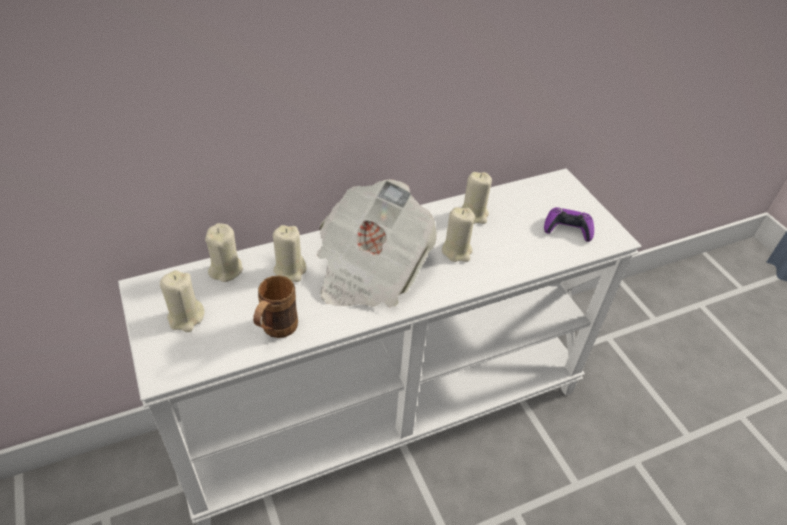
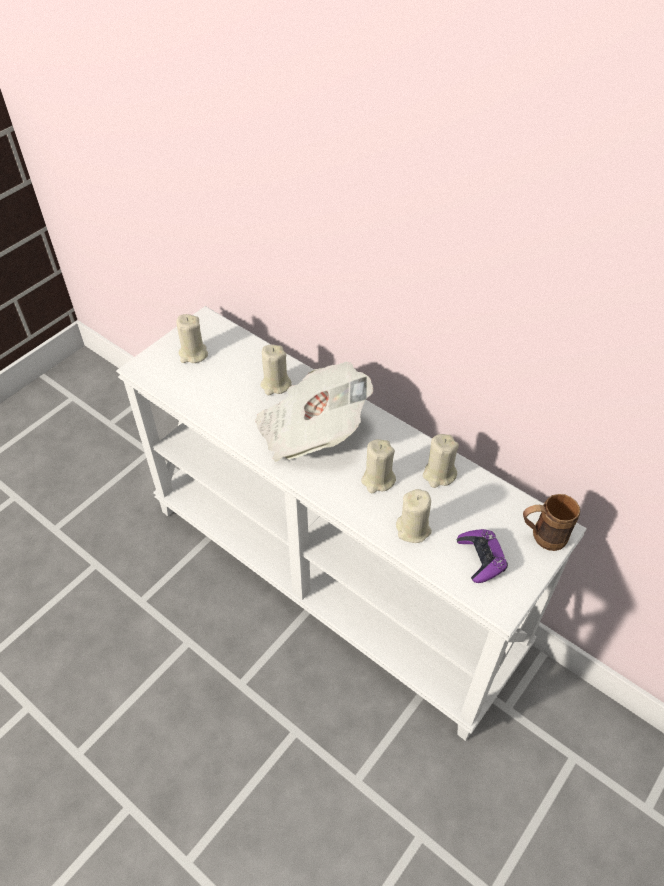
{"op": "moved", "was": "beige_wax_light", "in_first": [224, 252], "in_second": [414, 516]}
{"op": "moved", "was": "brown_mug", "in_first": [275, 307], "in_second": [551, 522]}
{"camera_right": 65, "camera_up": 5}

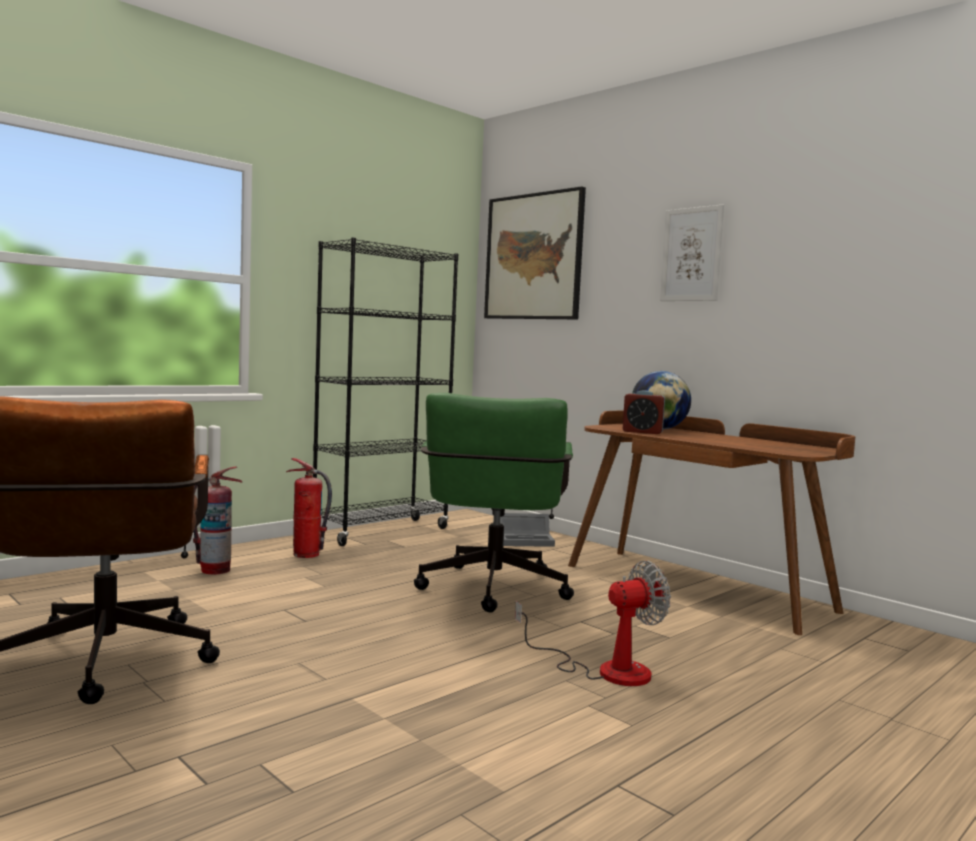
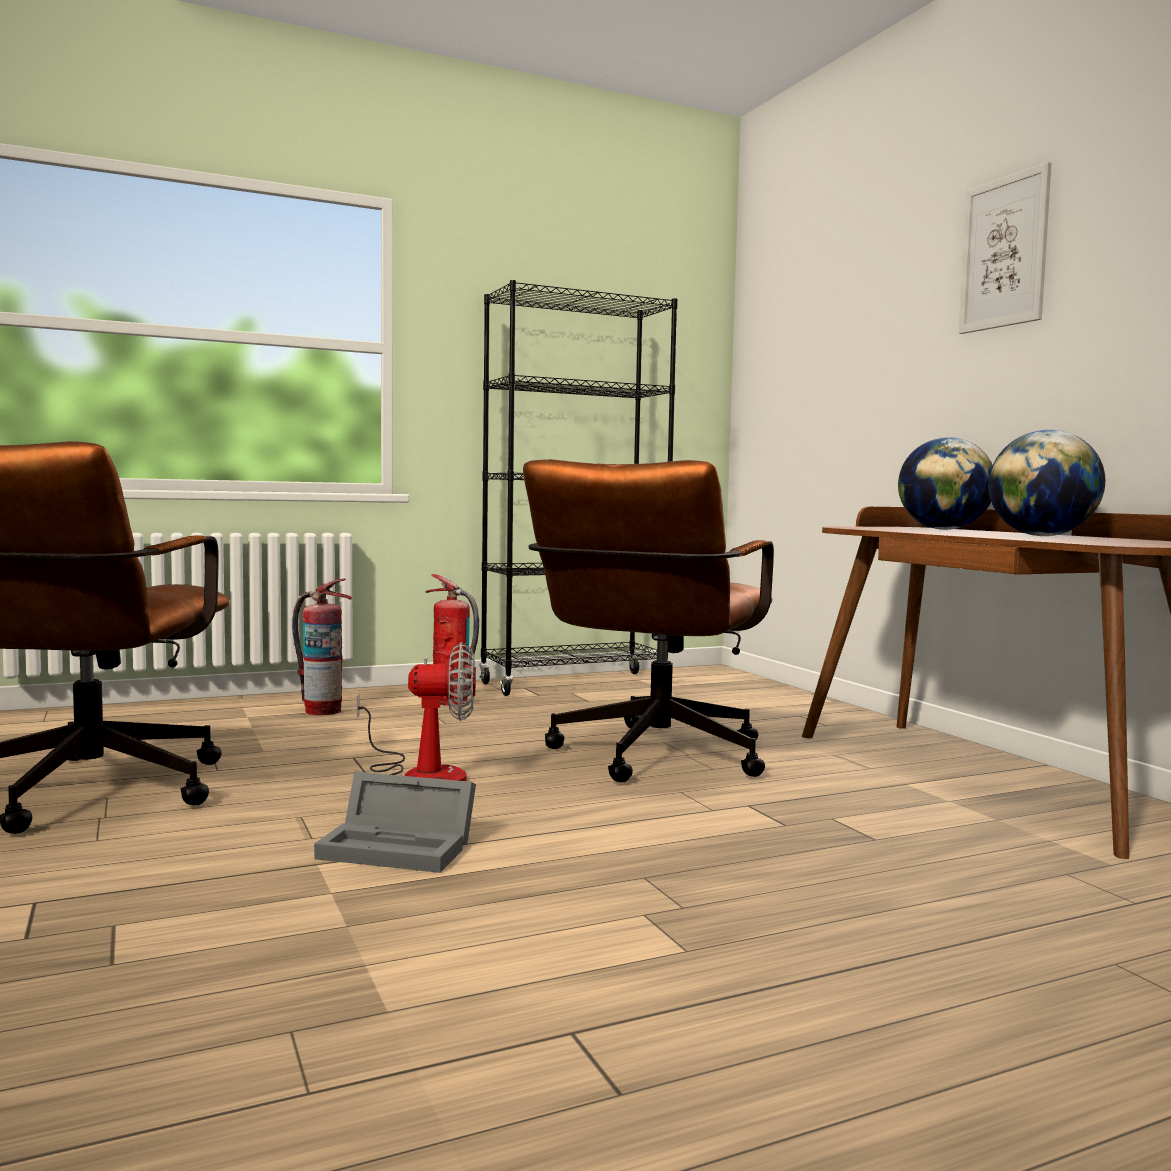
{"op": "recoloured", "was": "greenish_computer_chair", "now": "brown_computer_chair", "in_first": [494, 503], "in_second": [648, 620]}
{"op": "removed", "was": "picture", "in_first": [535, 252]}
{"op": "moved", "was": "gray_storage_bin", "in_first": [527, 530], "in_second": [395, 822]}
{"op": "moved", "was": "electric_fan", "in_first": [593, 623], "in_second": [416, 711]}
{"op": "removed", "was": "alarm_clock", "in_first": [644, 412]}
{"op": "added", "now": "desk_globe", "in_second": [1046, 483]}
{"camera_right": 20, "camera_up": 0}

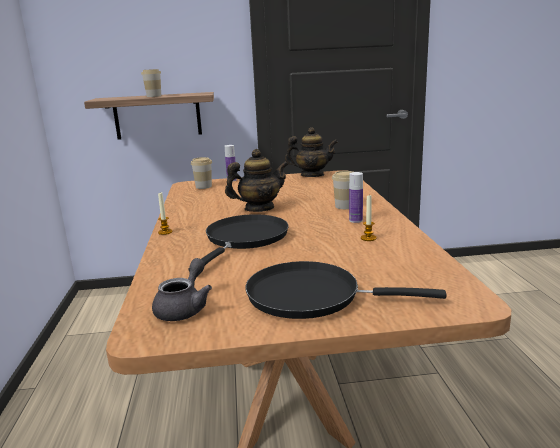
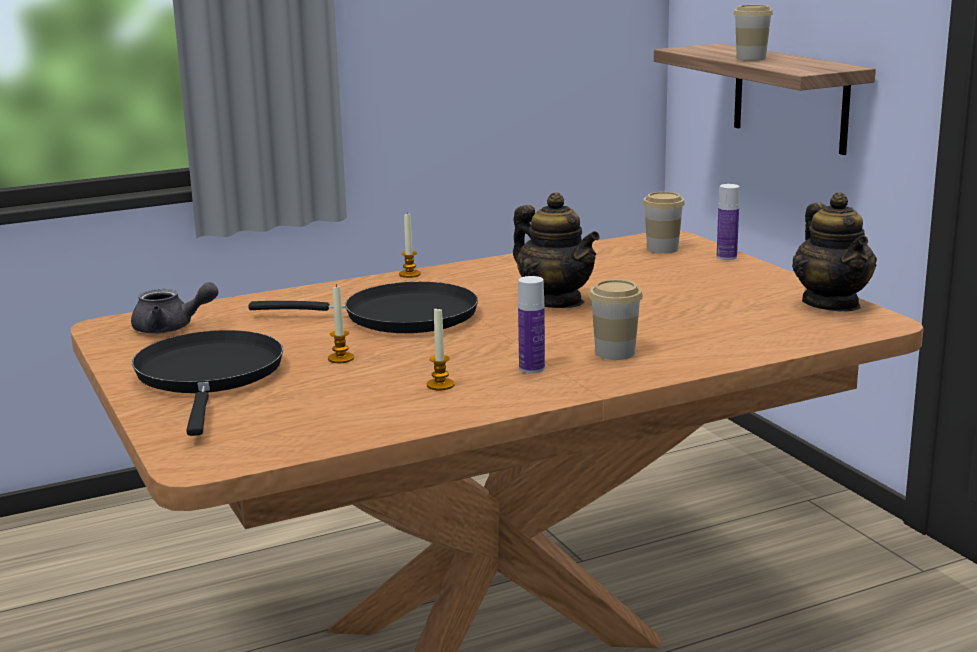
{"op": "added", "now": "wax_light", "in_second": [341, 323]}
{"camera_right": 70, "camera_up": 0}

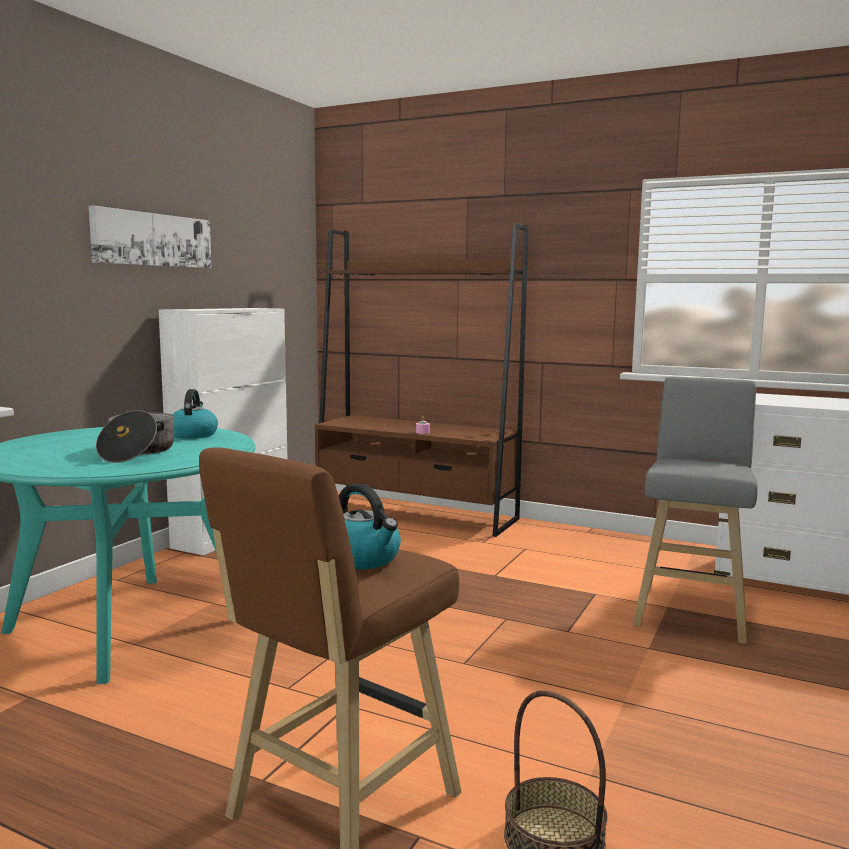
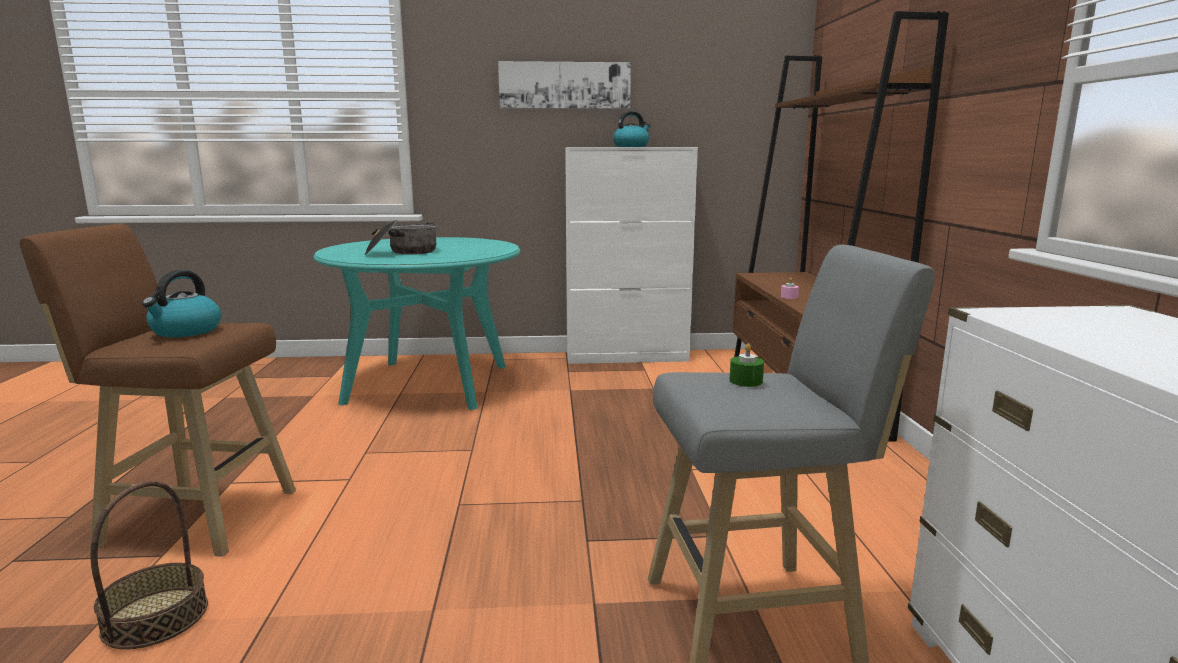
{"op": "moved", "was": "water_kettle", "in_first": [195, 414], "in_second": [631, 129]}
{"op": "added", "now": "greenish_wax_light", "in_second": [747, 365]}
{"camera_right": 60, "camera_up": 5}

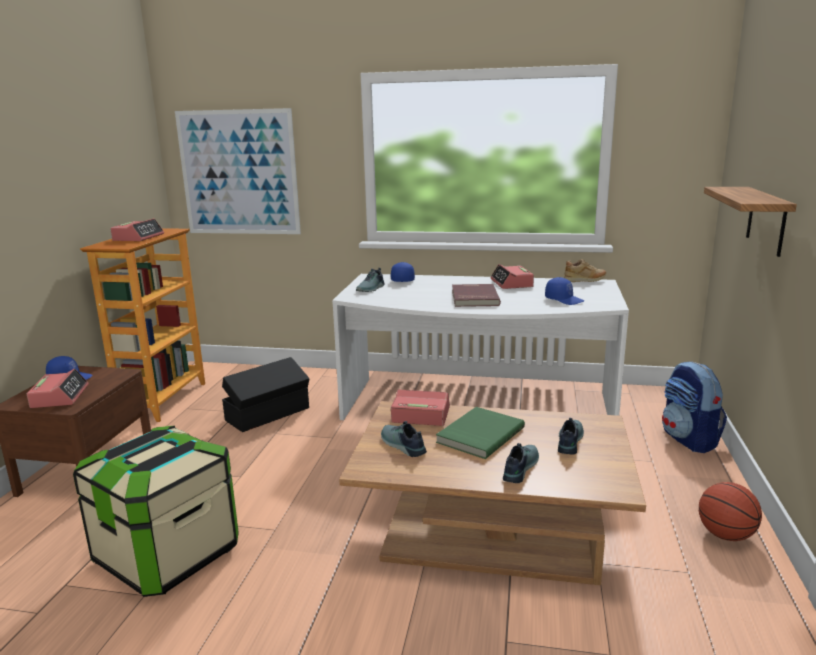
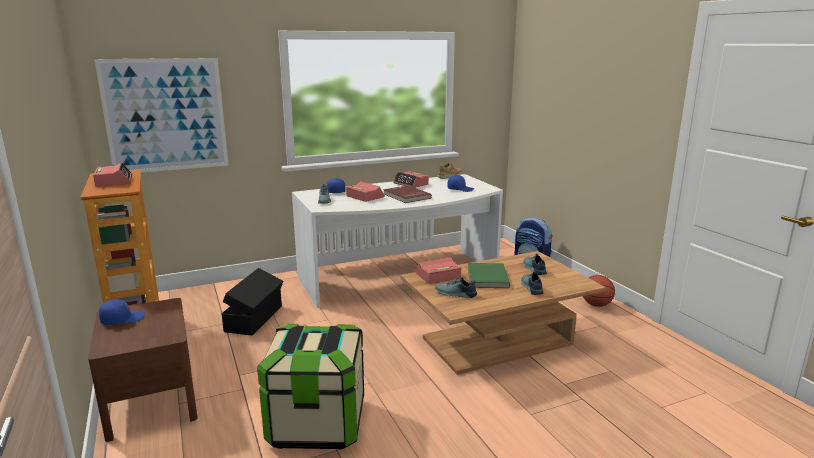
{"op": "moved", "was": "alarm_clock", "in_first": [58, 388], "in_second": [365, 191]}
{"op": "removed", "was": "wall_shelf", "in_first": [750, 222]}
{"camera_right": -35, "camera_up": 0}

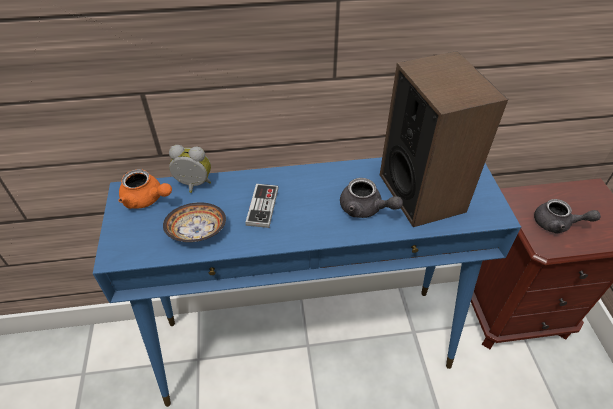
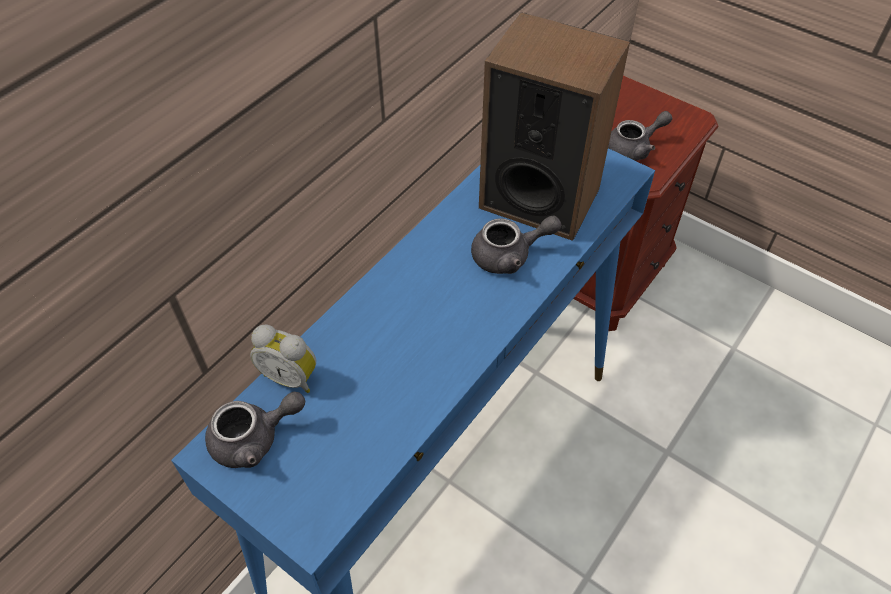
{"op": "recoloured", "was": "orangey_pot_for_tea", "now": "gray_pot_for_tea", "in_first": [145, 189], "in_second": [255, 430]}
{"op": "removed", "was": "serving_bowl", "in_first": [194, 222]}
{"op": "turned", "was": "alarm_clock", "in_first": [190, 169], "in_second": [283, 359], "clockwise": -120}
{"op": "removed", "was": "joypad", "in_first": [262, 206]}
{"camera_right": -45, "camera_up": 5}

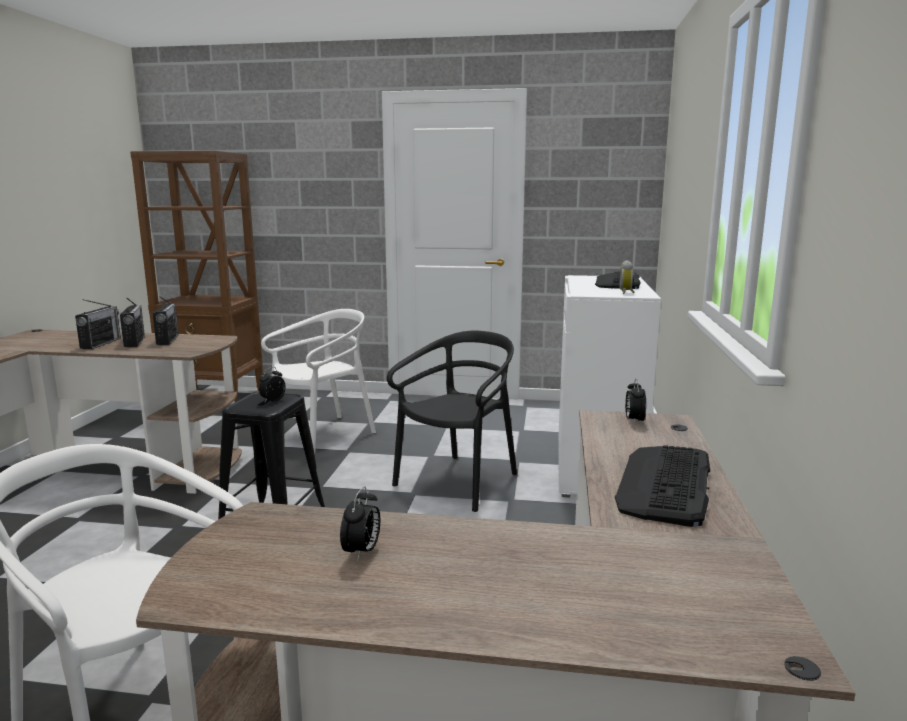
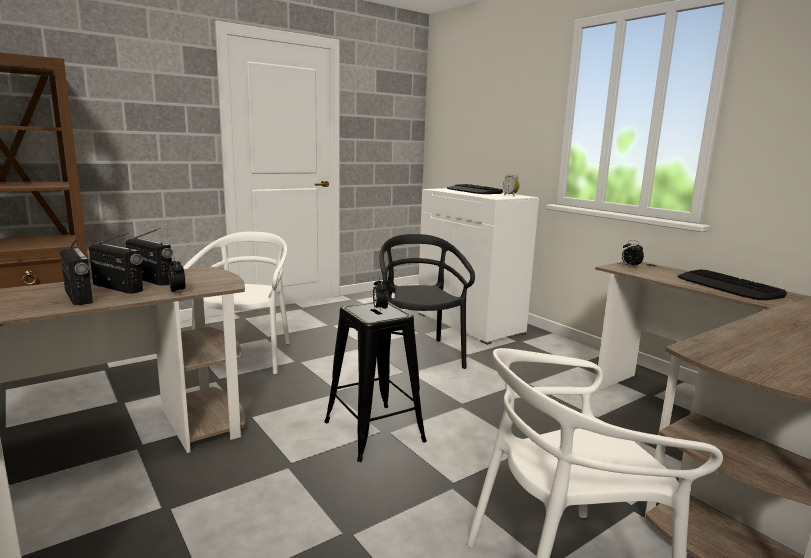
{"op": "moved", "was": "alarm_clock", "in_first": [360, 523], "in_second": [176, 275]}
{"camera_right": -45, "camera_up": 0}

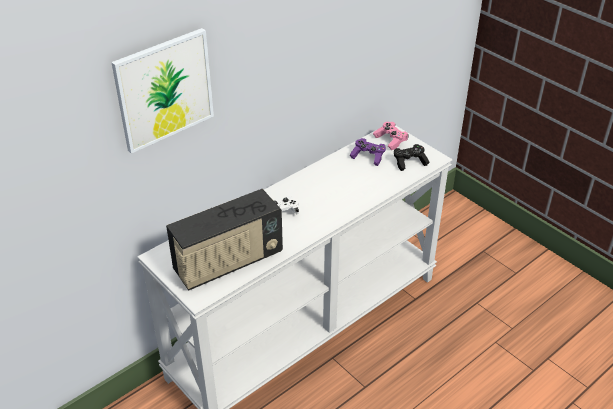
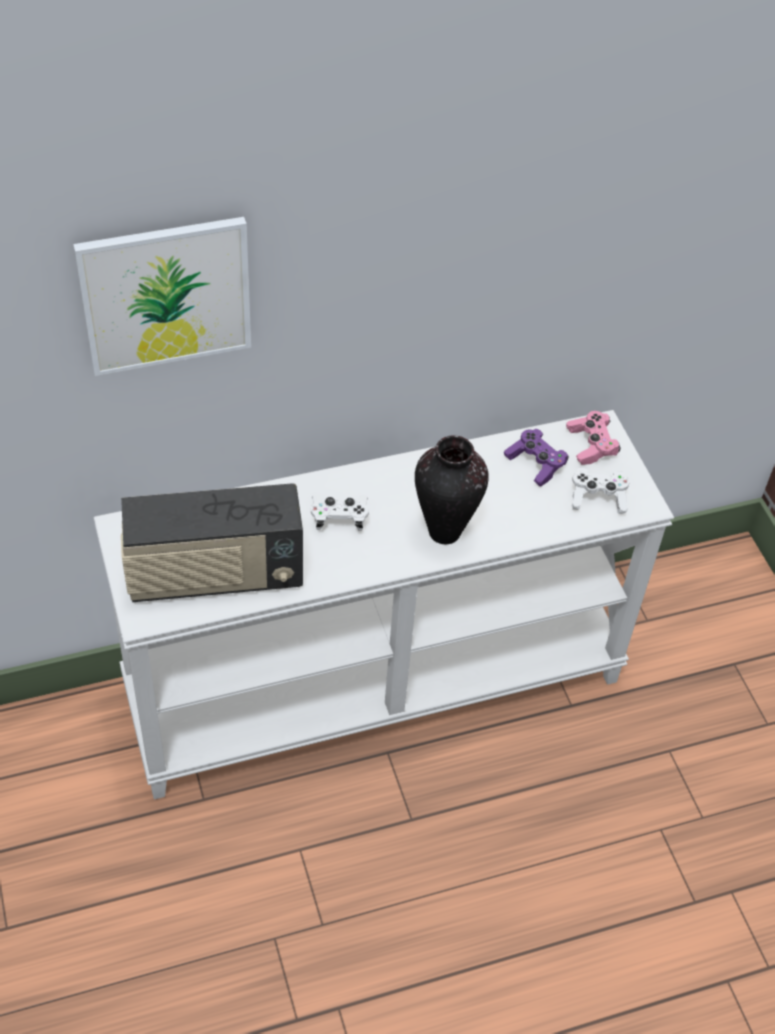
{"op": "recoloured", "was": "black_joypad", "now": "white_joypad", "in_first": [412, 157], "in_second": [600, 491]}
{"op": "added", "now": "vase", "in_second": [452, 489]}
{"camera_right": 20, "camera_up": 10}

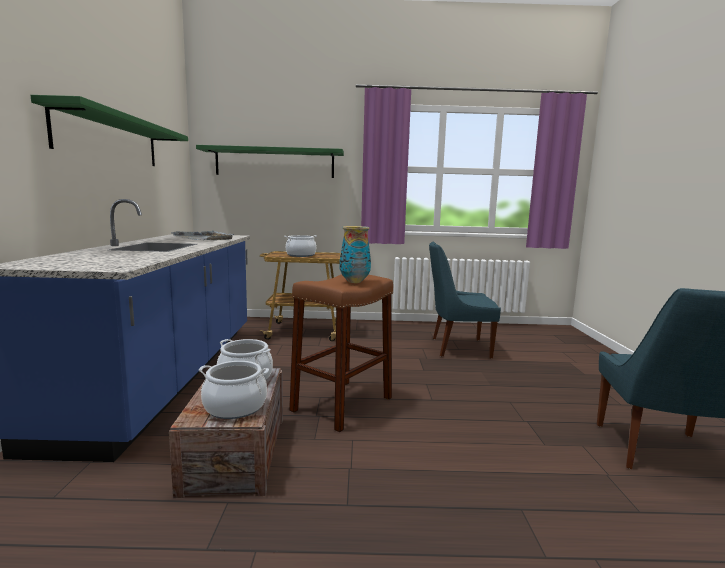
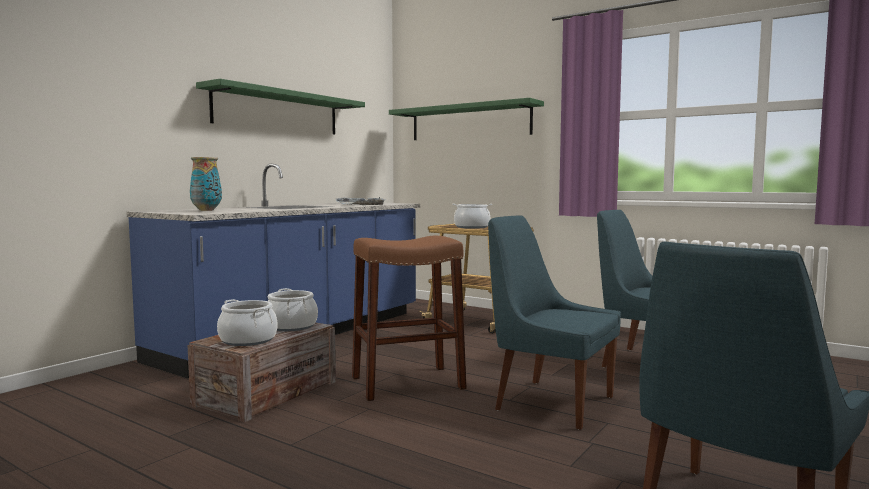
{"op": "moved", "was": "vase", "in_first": [355, 254], "in_second": [206, 184]}
{"op": "added", "now": "bluish_plain_chair", "in_second": [554, 323]}
{"camera_right": 35, "camera_up": -5}

